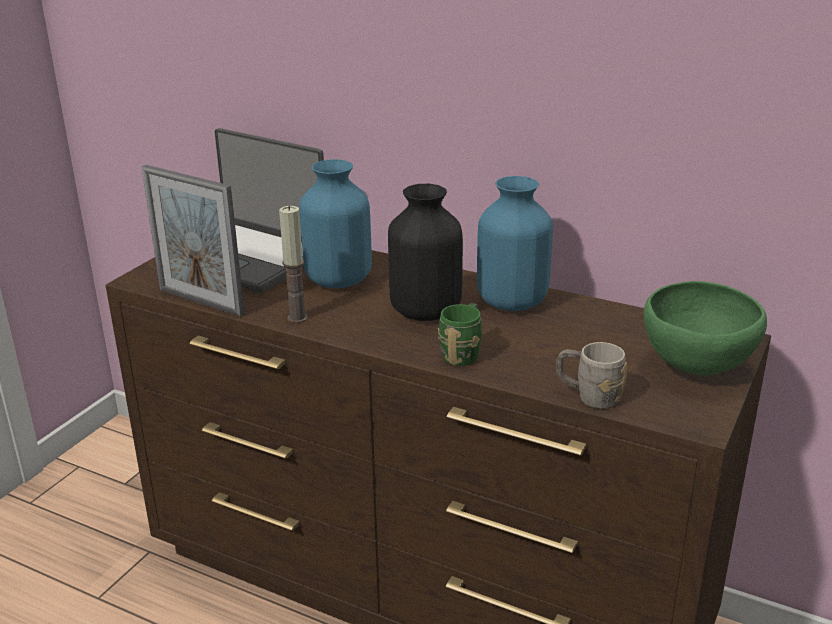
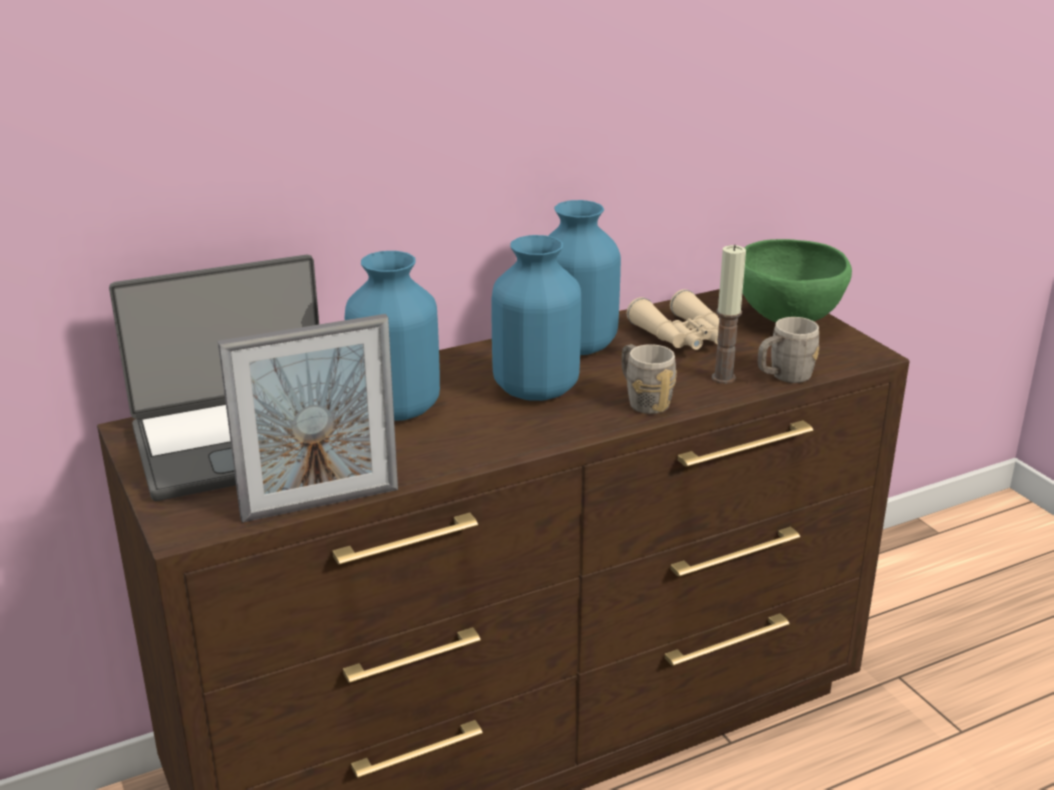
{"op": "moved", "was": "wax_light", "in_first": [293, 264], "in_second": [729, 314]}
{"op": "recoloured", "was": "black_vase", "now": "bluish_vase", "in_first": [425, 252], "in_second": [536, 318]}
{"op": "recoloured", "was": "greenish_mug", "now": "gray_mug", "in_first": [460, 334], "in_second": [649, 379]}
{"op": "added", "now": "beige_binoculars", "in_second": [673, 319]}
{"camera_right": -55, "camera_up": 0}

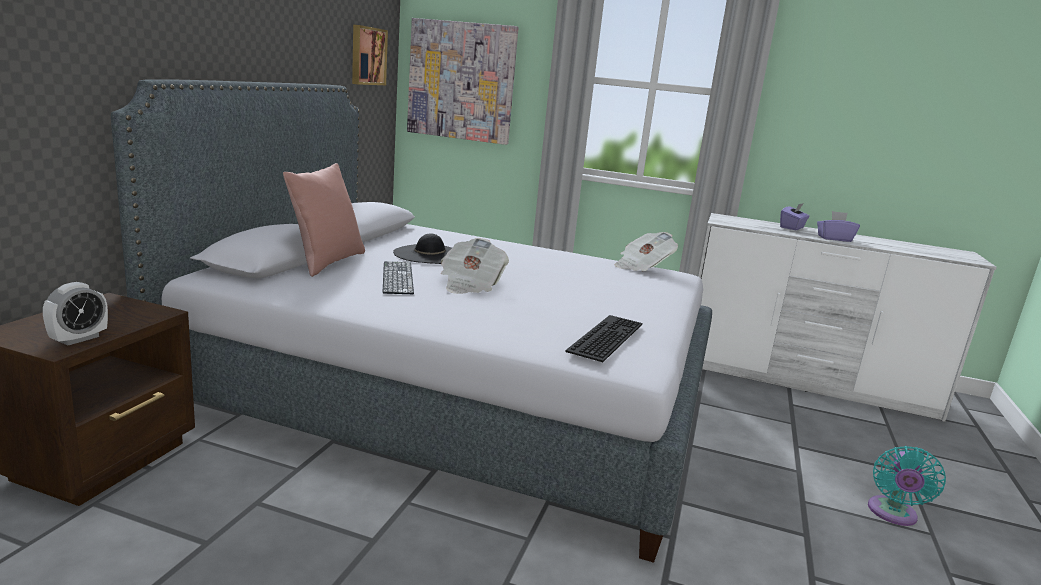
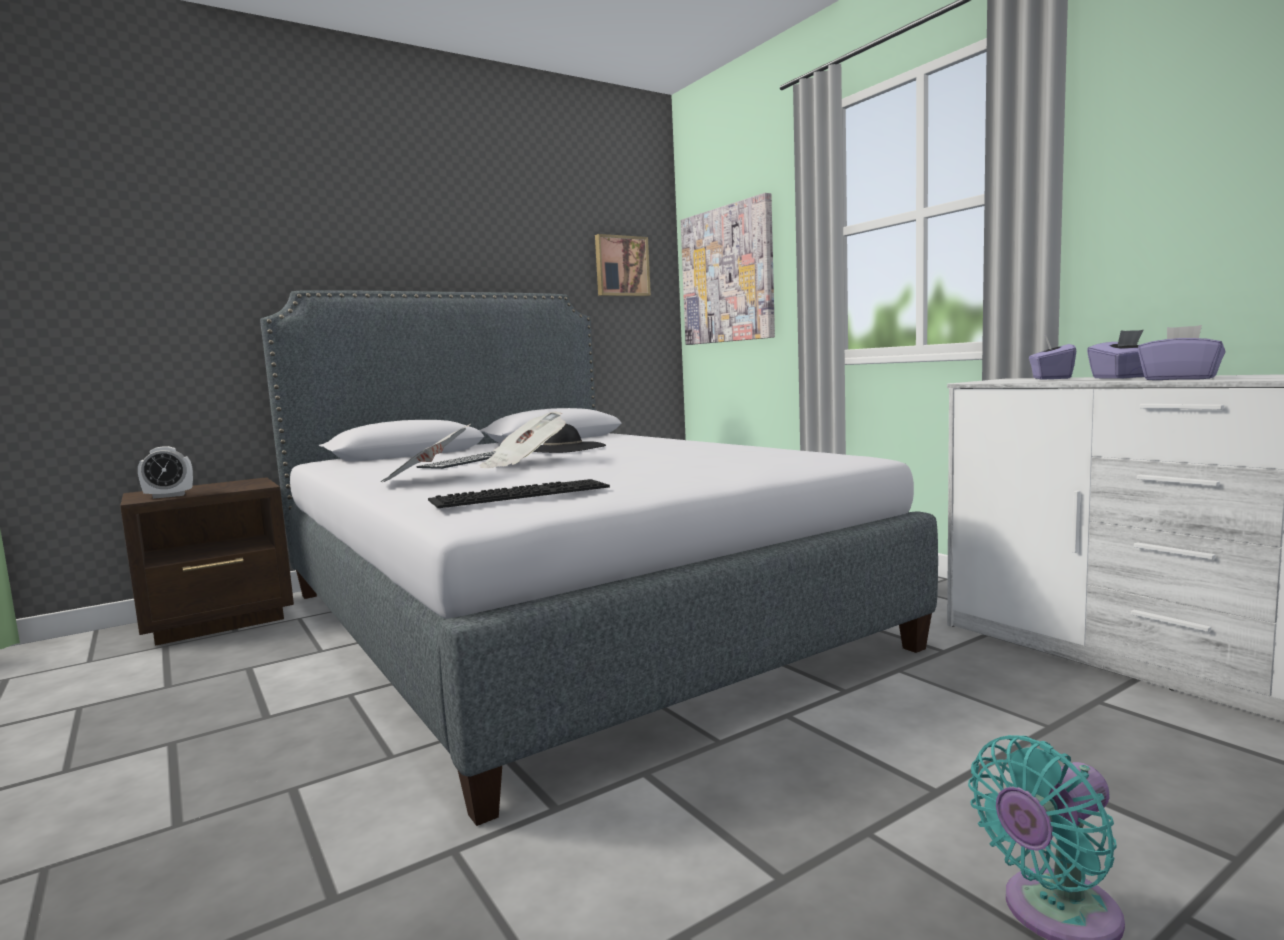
{"op": "removed", "was": "pinkish_pillow", "in_first": [324, 220]}
{"op": "moved", "was": "printed_paper", "in_first": [646, 251], "in_second": [425, 453]}
{"op": "added", "now": "purple_tissue_box", "in_second": [1052, 358]}
{"camera_right": 40, "camera_up": -10}

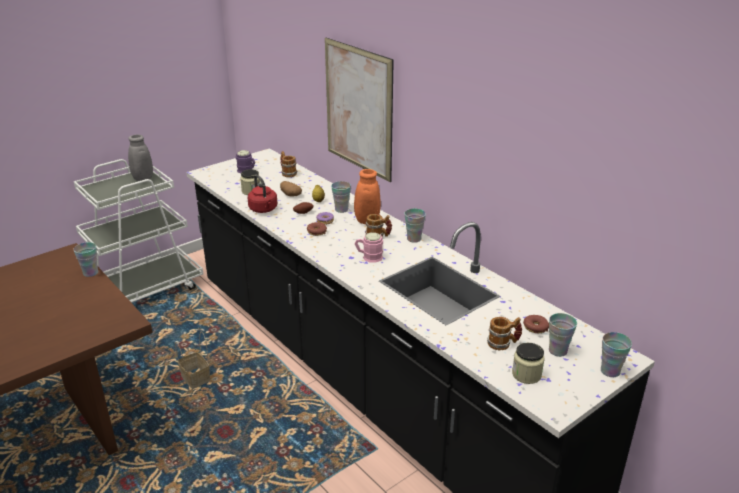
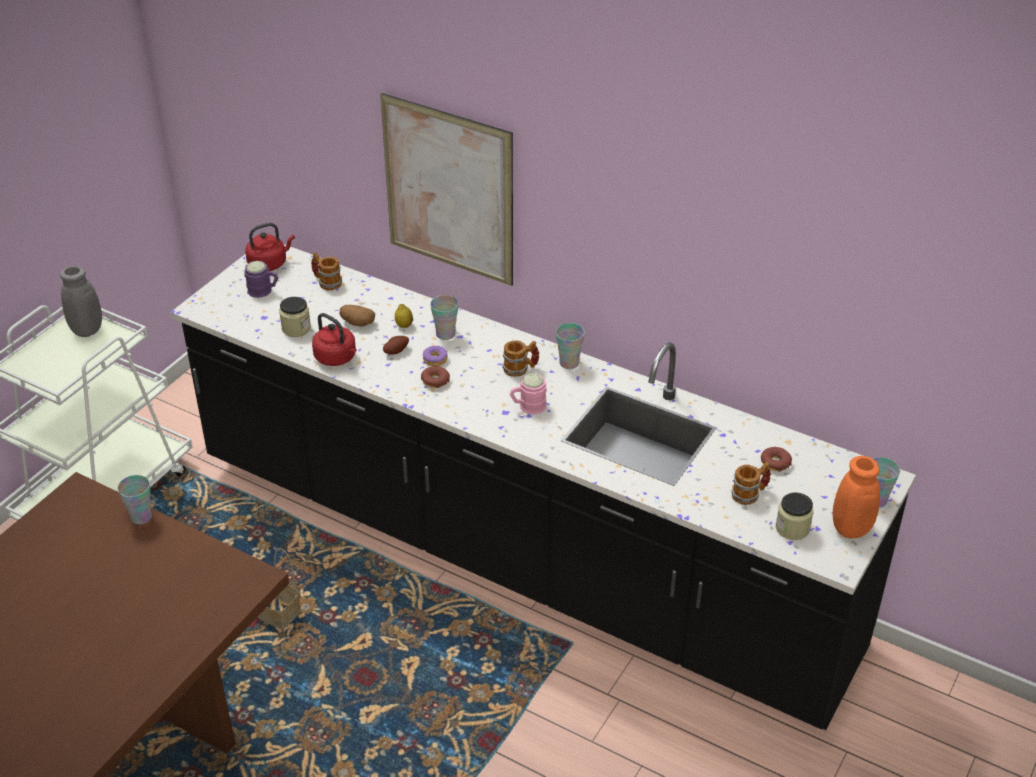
{"op": "moved", "was": "orangey_vase", "in_first": [360, 196], "in_second": [856, 497]}
{"op": "removed", "was": "small_cup", "in_first": [563, 335]}
{"op": "added", "now": "red-coloured_water_kettle", "in_second": [270, 247]}
{"camera_right": -20, "camera_up": 10}

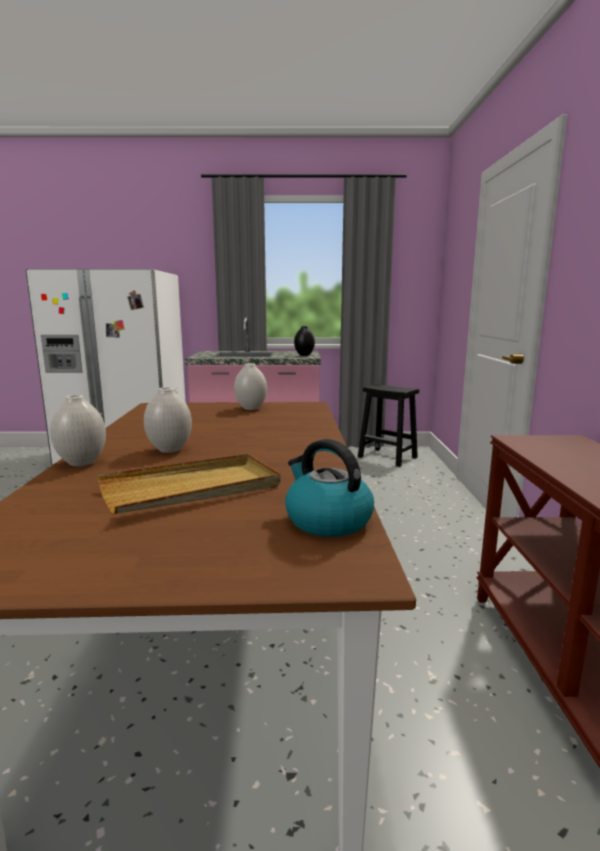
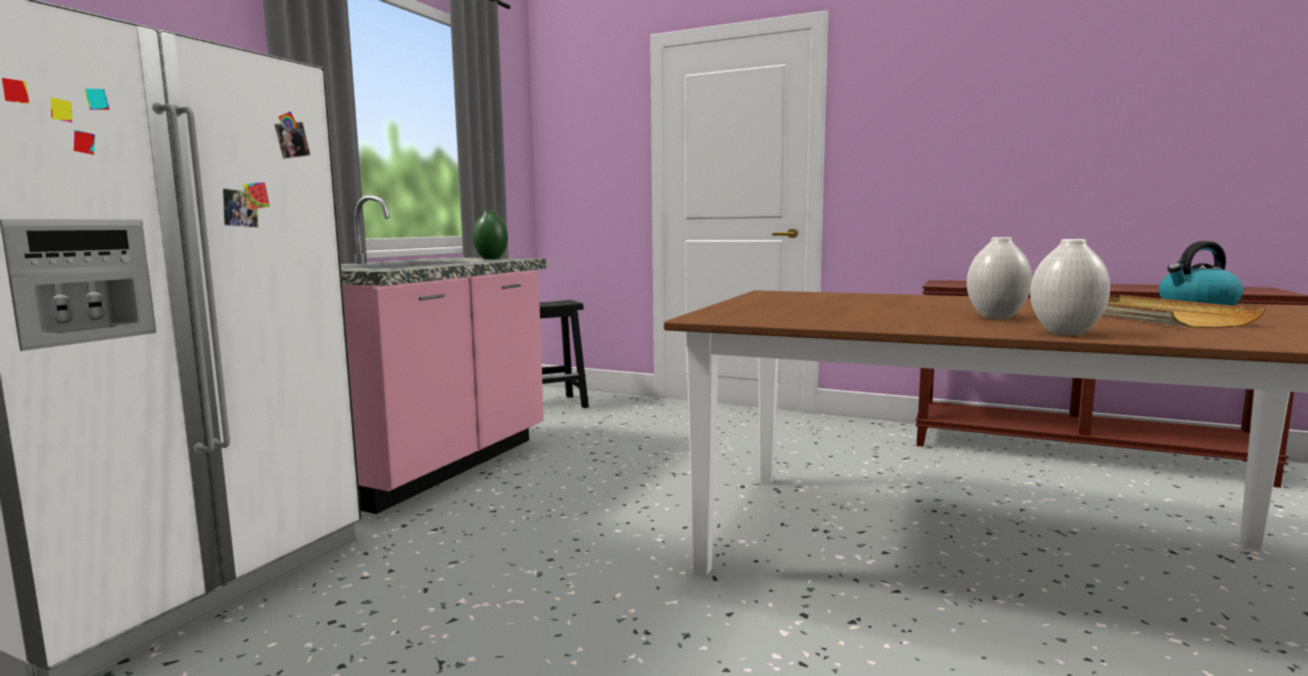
{"op": "removed", "was": "white_vase", "in_first": [250, 386]}
{"op": "recoloured", "was": "black_vase", "now": "greenish_vase", "in_first": [304, 341], "in_second": [490, 234]}
{"camera_right": -65, "camera_up": -5}

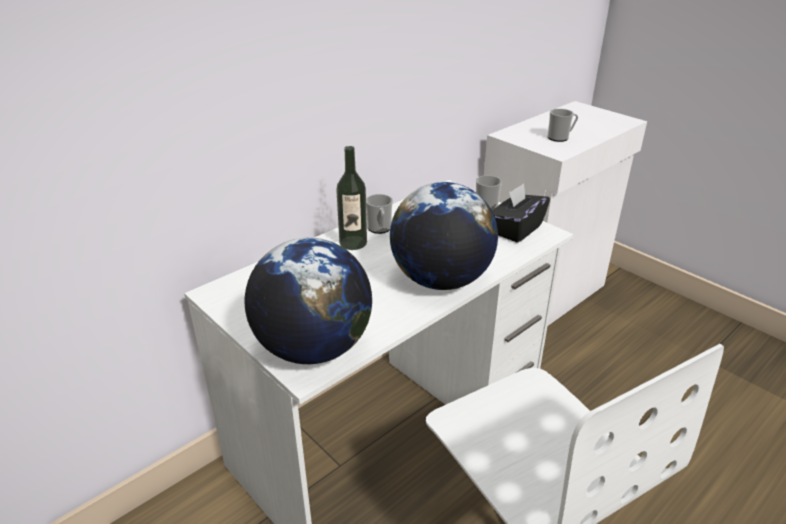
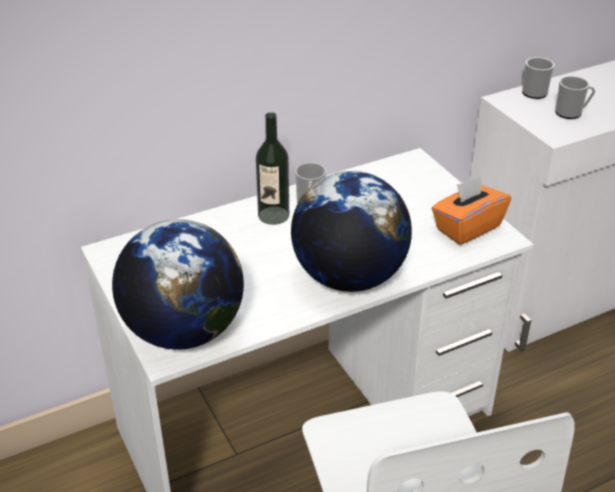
{"op": "moved", "was": "mug", "in_first": [489, 193], "in_second": [538, 78]}
{"op": "recoloured", "was": "black_tissue_box", "now": "orangey_tissue_box", "in_first": [521, 213], "in_second": [471, 210]}
{"camera_right": 15, "camera_up": 5}

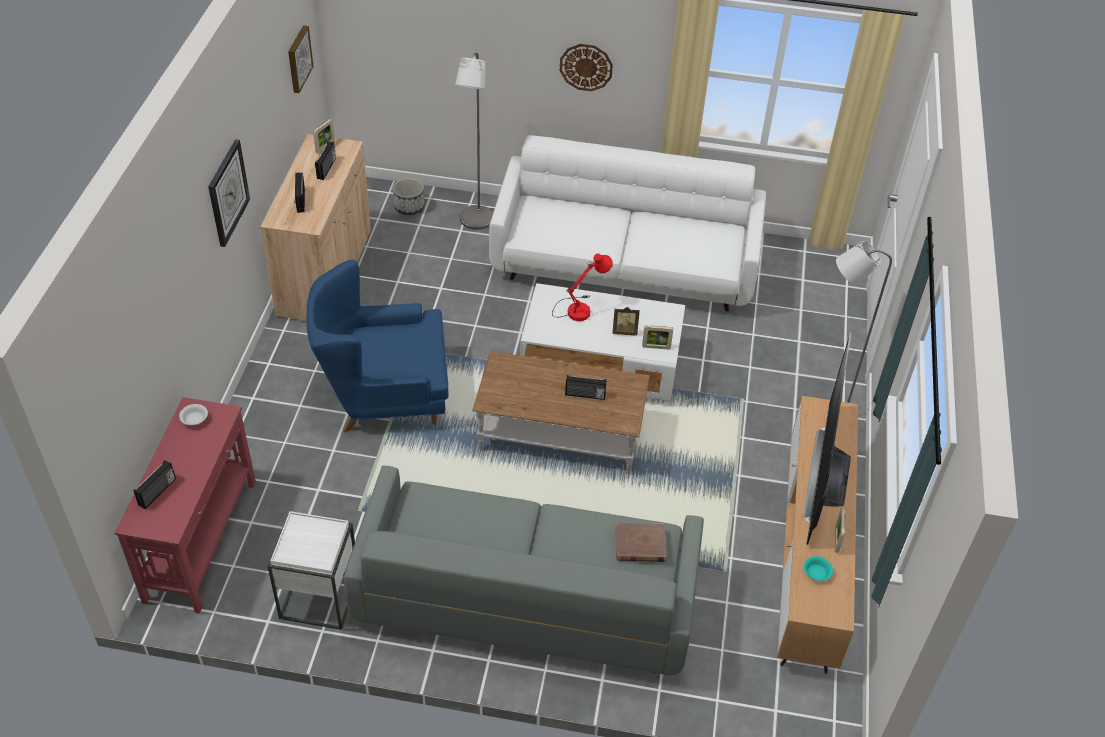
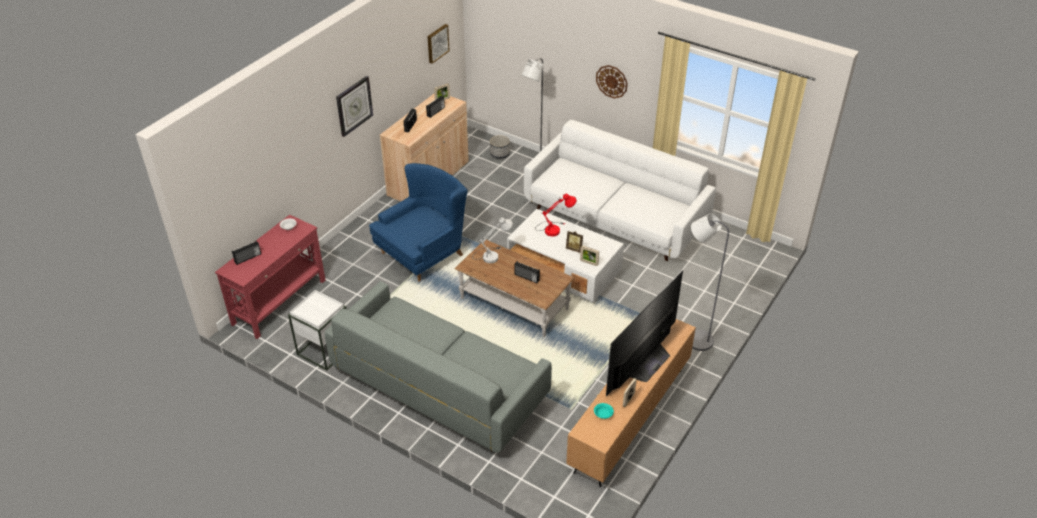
{"op": "turned", "was": "bluish_armchair", "in_first": [378, 346], "in_second": [418, 222], "clockwise": 120}
{"op": "removed", "was": "brown_book", "in_first": [641, 542]}
{"op": "added", "now": "white_tabletop_lamp", "in_second": [492, 240]}
{"camera_right": 25, "camera_up": -5}

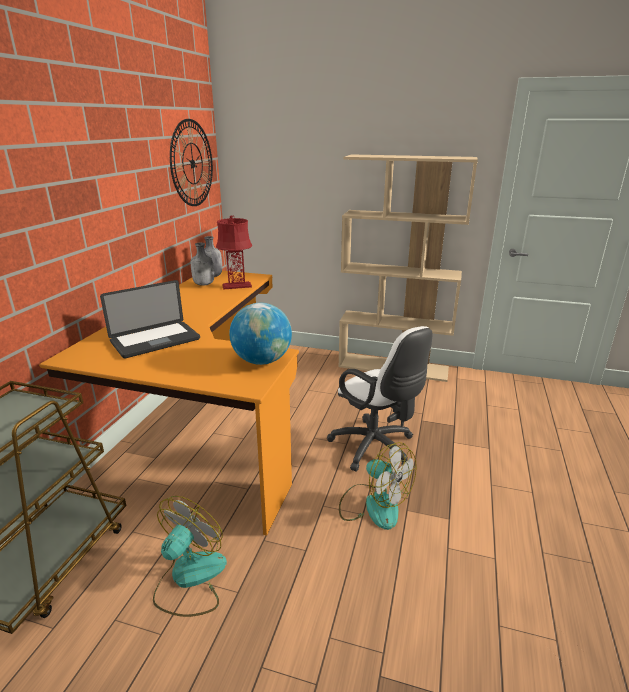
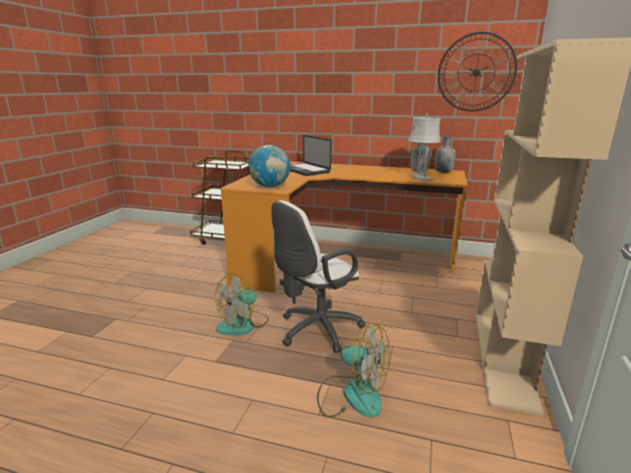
{"op": "moved", "was": "electric_fan", "in_first": [190, 556], "in_second": [353, 370]}
{"op": "recoloured", "was": "red-coloured_tabletop_lamp", "now": "gray_tabletop_lamp", "in_first": [234, 253], "in_second": [424, 147]}
{"camera_right": 90, "camera_up": -5}

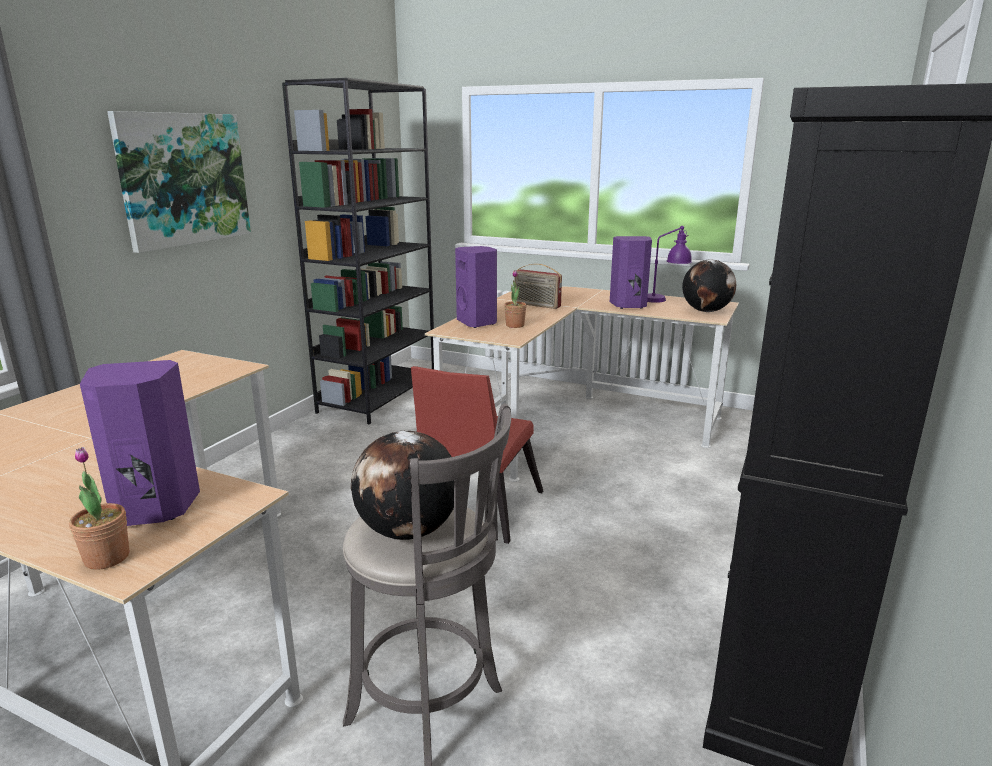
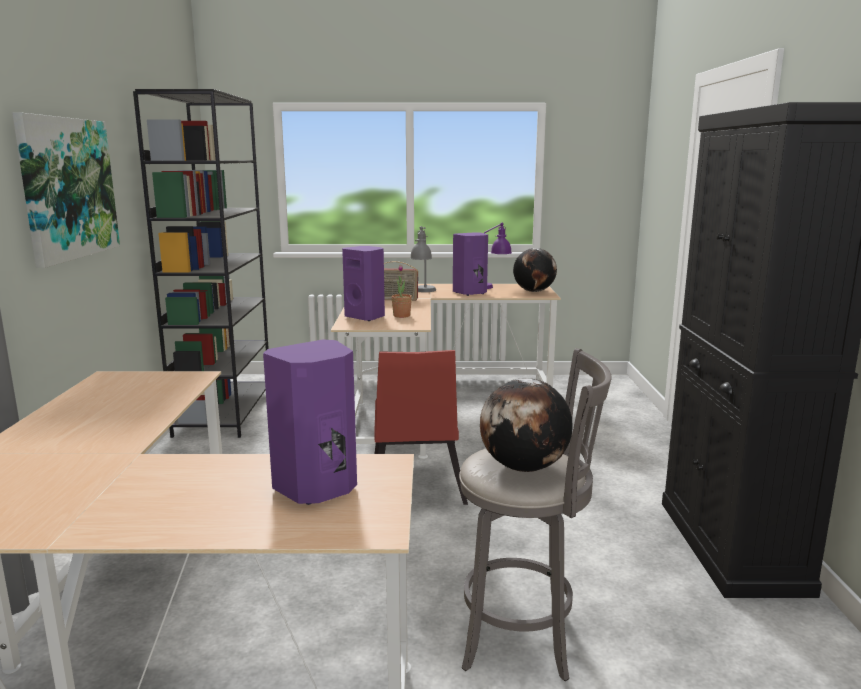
{"op": "removed", "was": "potted_plant", "in_first": [99, 508]}
{"op": "added", "now": "gray_tabletop_lamp", "in_second": [423, 259]}
{"camera_right": -25, "camera_up": -5}

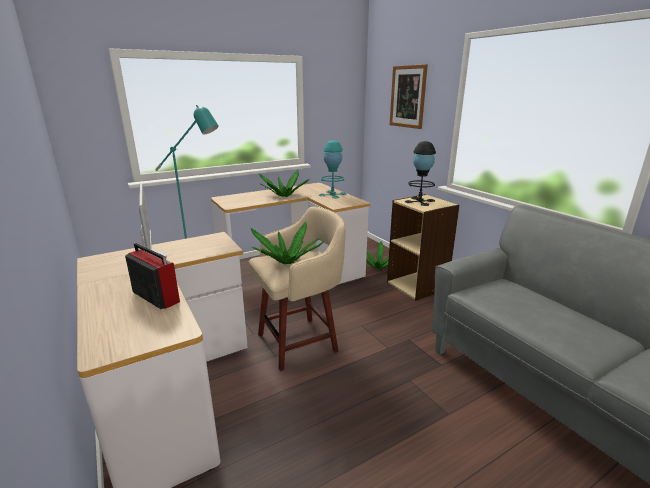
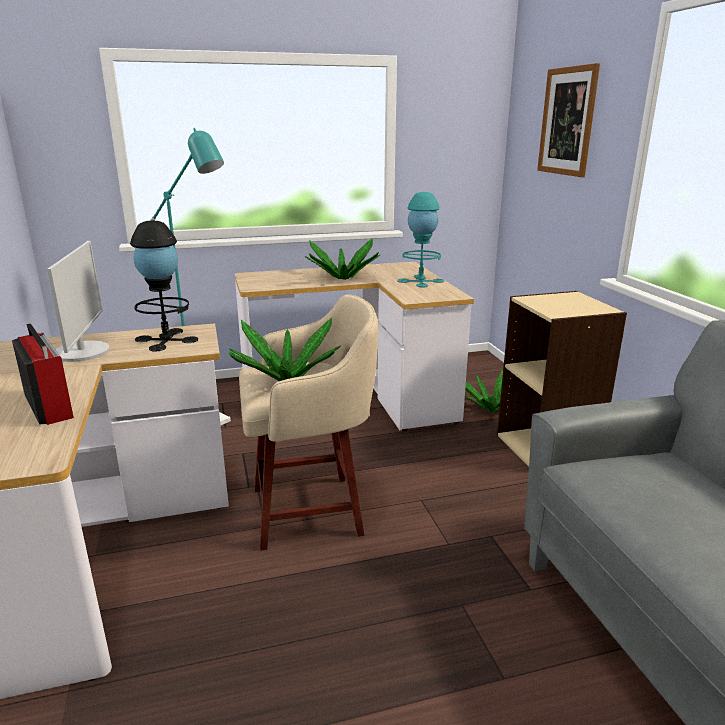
{"op": "moved", "was": "black_tabletop_lamp", "in_first": [420, 173], "in_second": [164, 286]}
{"camera_right": 15, "camera_up": 0}

